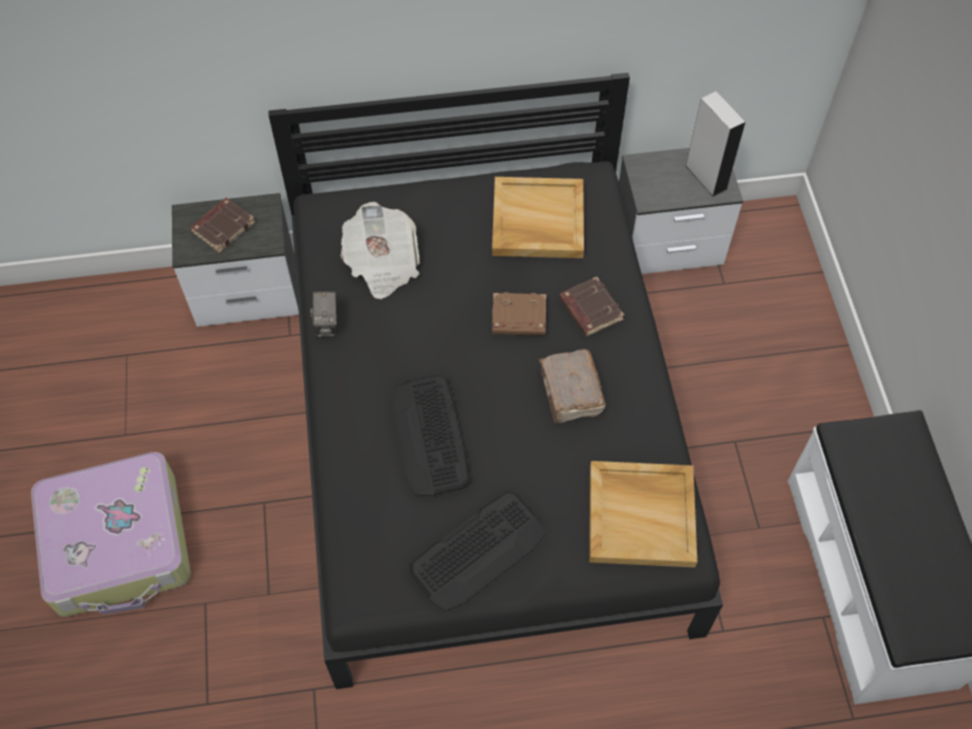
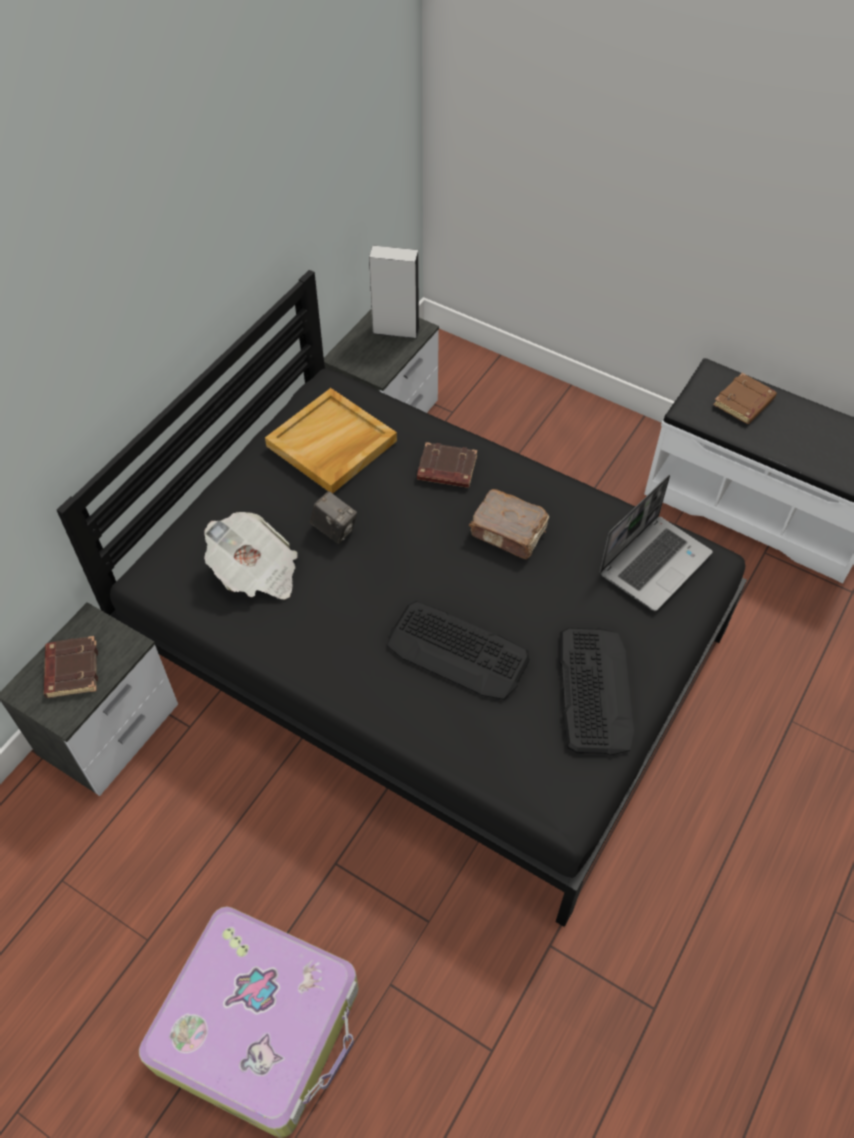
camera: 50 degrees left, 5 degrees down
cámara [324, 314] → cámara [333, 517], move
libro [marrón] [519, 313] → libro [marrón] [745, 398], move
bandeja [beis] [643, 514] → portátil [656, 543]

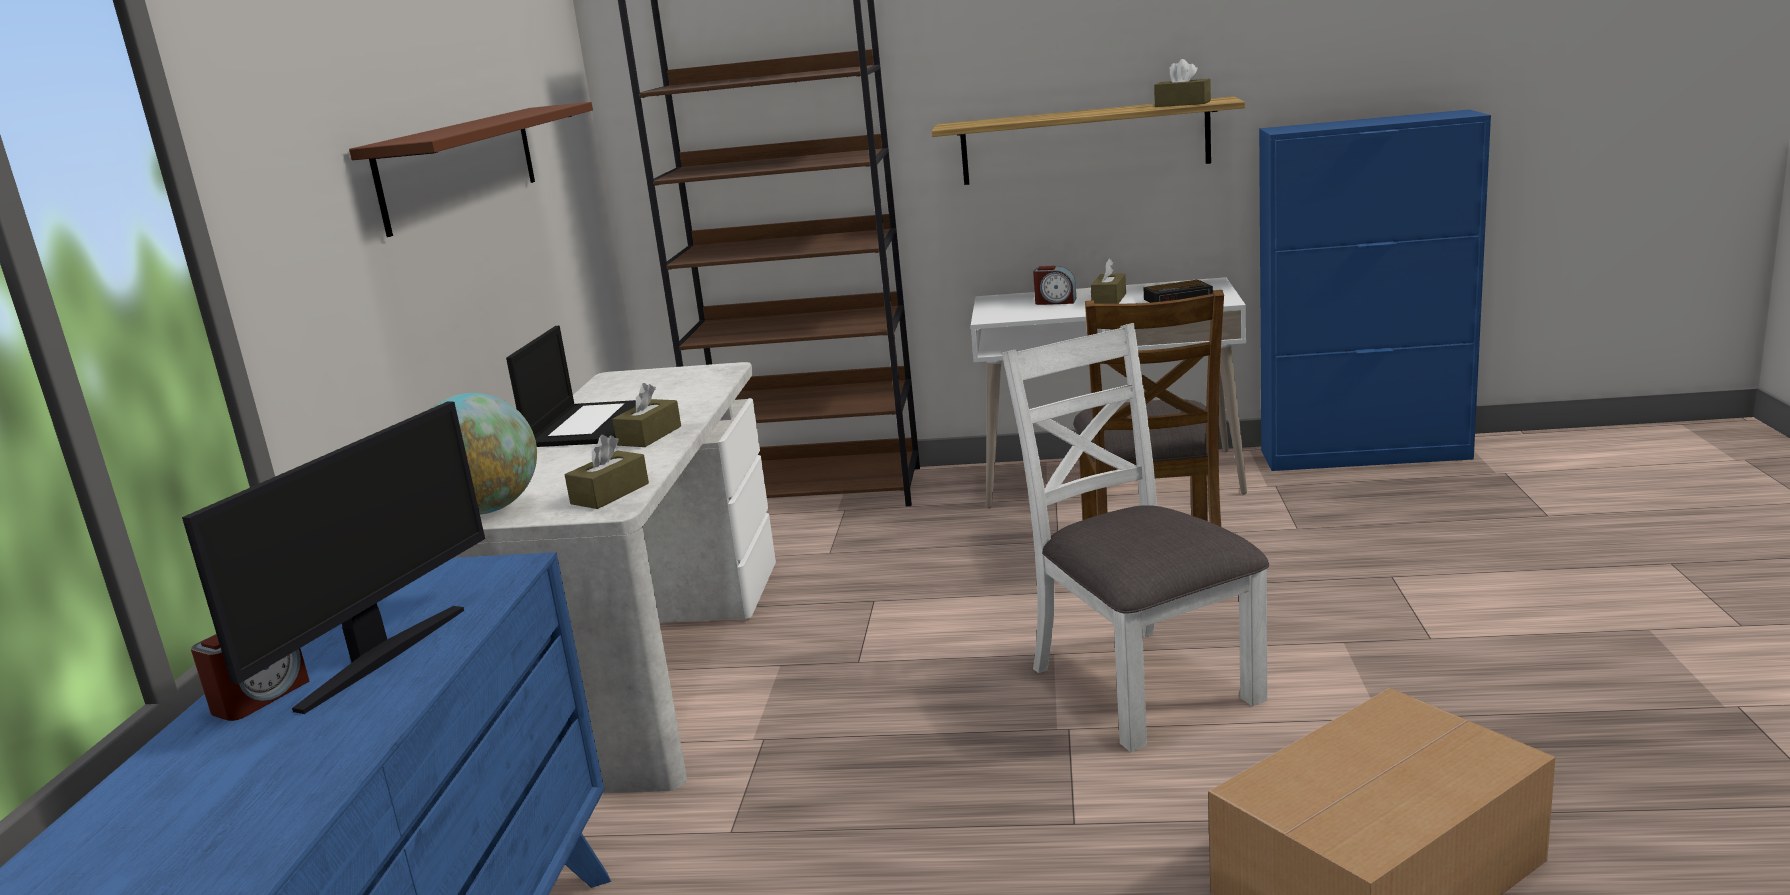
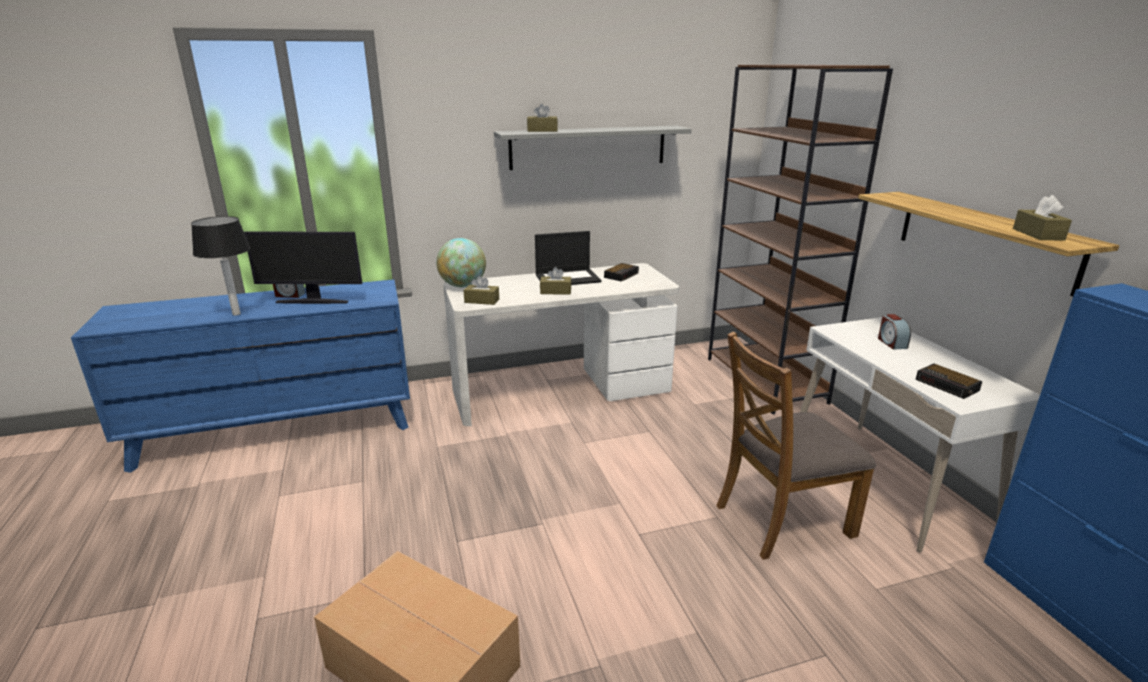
camera: 65 degrees right, 5 degrees up
estante [marrón] [471, 169] → estante [gris] [593, 148]
caja de pañuelos [marrón] [1108, 281] → caja de pañuelos [marrón] [542, 118], move
silla [blanco] [1135, 537] → -
- → lámpara de mesa [220, 266]
- → despertador [621, 272]

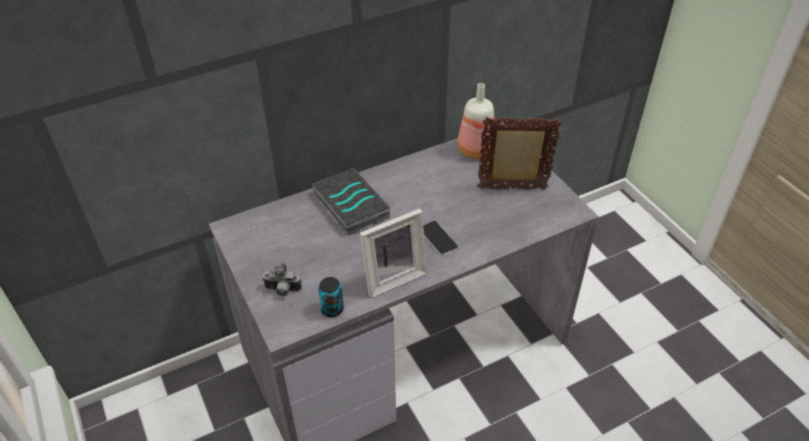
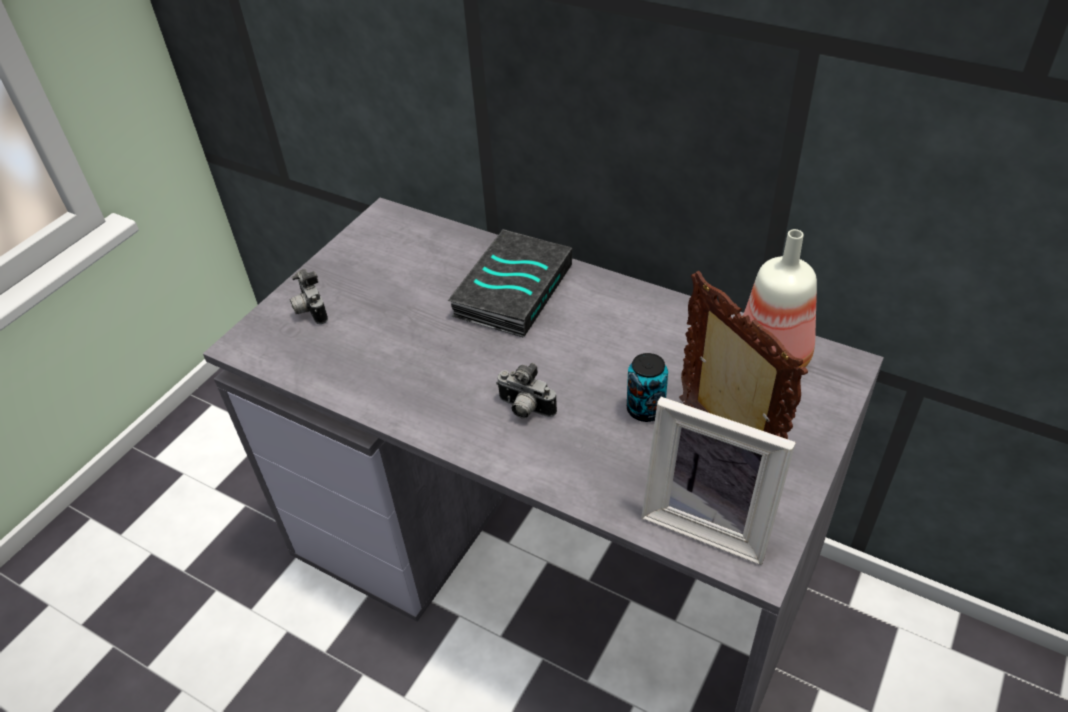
camera: 60 degrees right, 0 degrees up
portarretratos [393, 253] → portarretratos [718, 481], move
móvil [441, 238] → cámara [526, 391]
lata [331, 297] → lata [647, 387], move

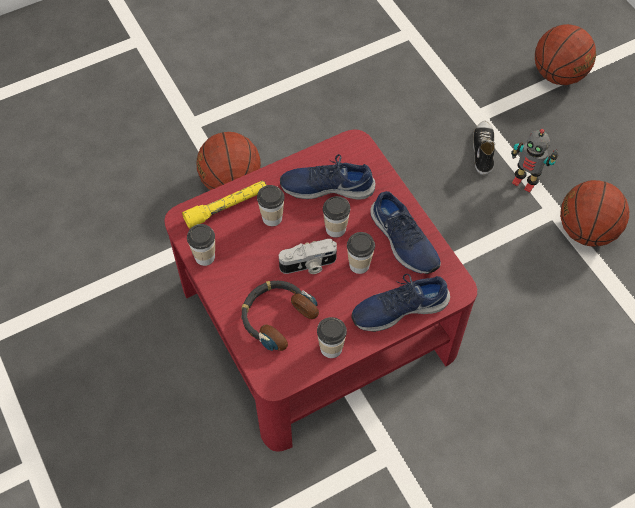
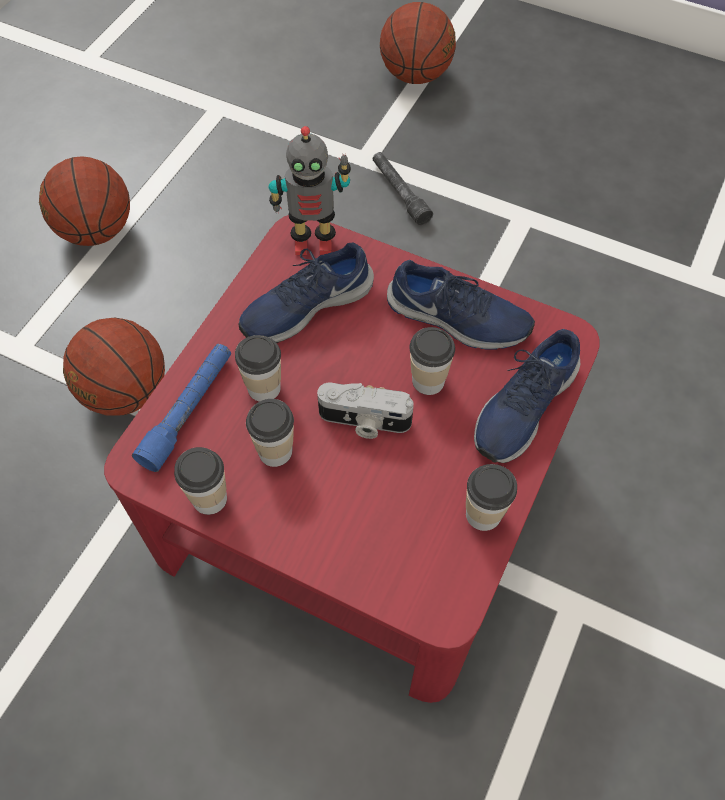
camera: 35 degrees left, 0 degrees up
zapato [484, 148] → linterna [gris] [403, 189]
robot de juguete [534, 160] → robot de juguete [310, 190], move
linterna [amarillo] [224, 204] → linterna [azul] [181, 408]
balón de baloncesto [594, 213] → balón de baloncesto [84, 201], move
taza [336, 217] → taza [270, 433], move
cámara [308, 256] → cámara [365, 411], 60 degrees clockwise
auriculares [280, 316] → -

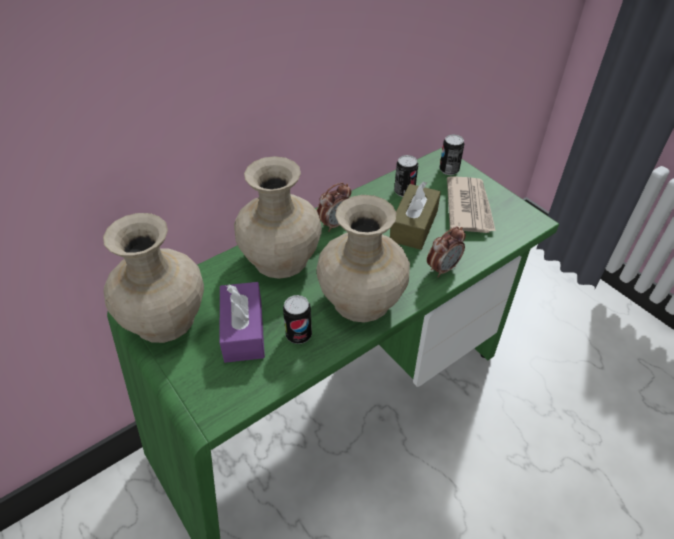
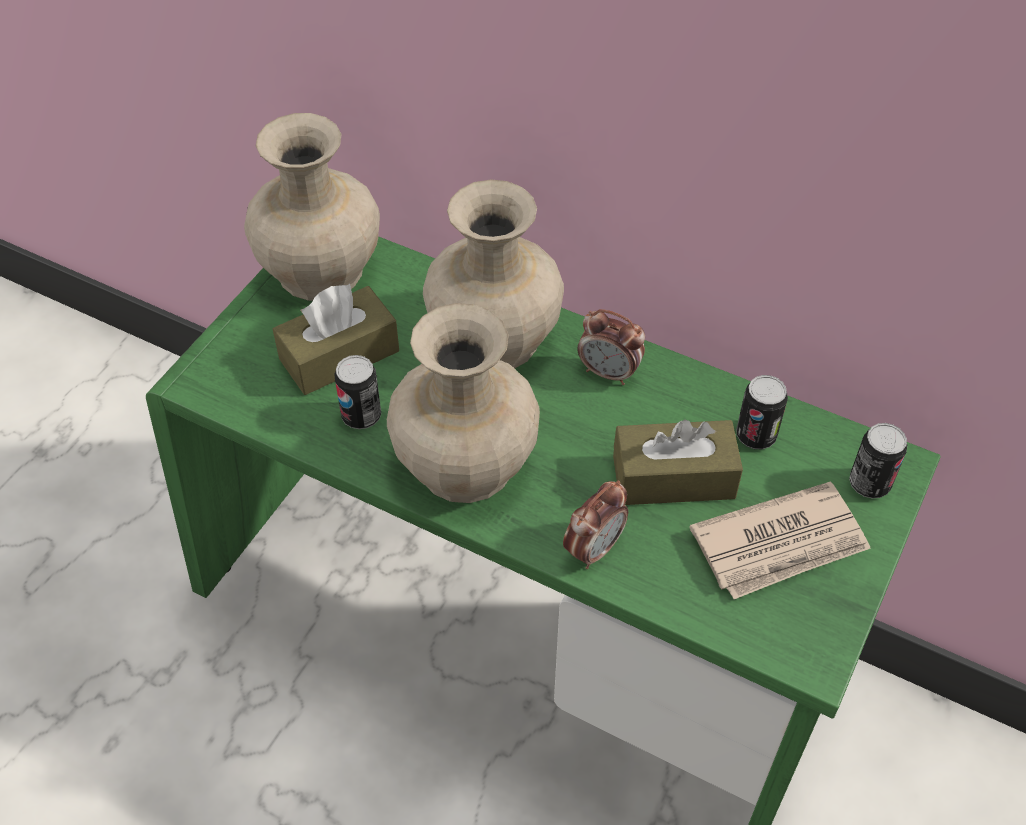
camera: 65 degrees right, 5 degrees up
despertador [446, 252] → despertador [595, 524], 75 degrees counterclockwise
caja de pañuelos [morado] [242, 322] → caja de pañuelos [marrón] [336, 339]

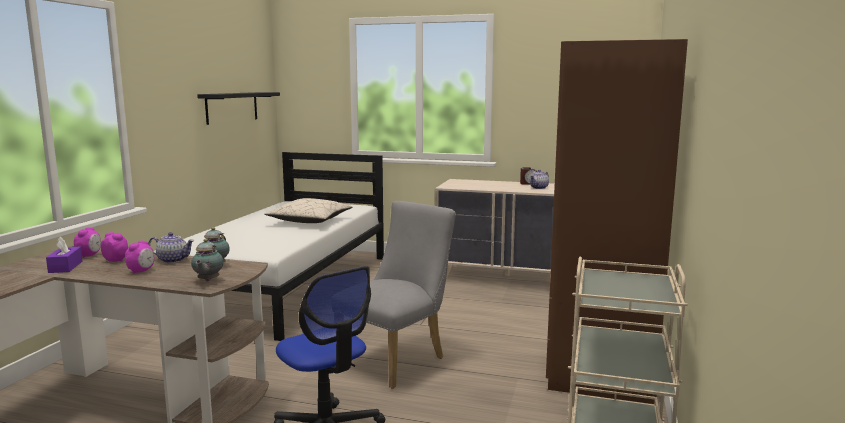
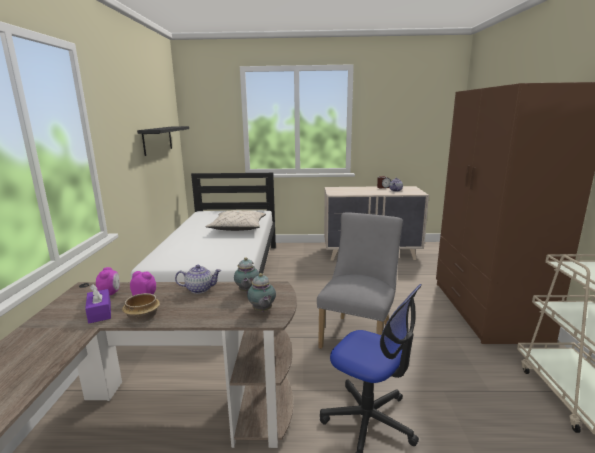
camera: 15 degrees left, 5 degrees up
despertador [139, 257] → -
- → cuenco [141, 308]

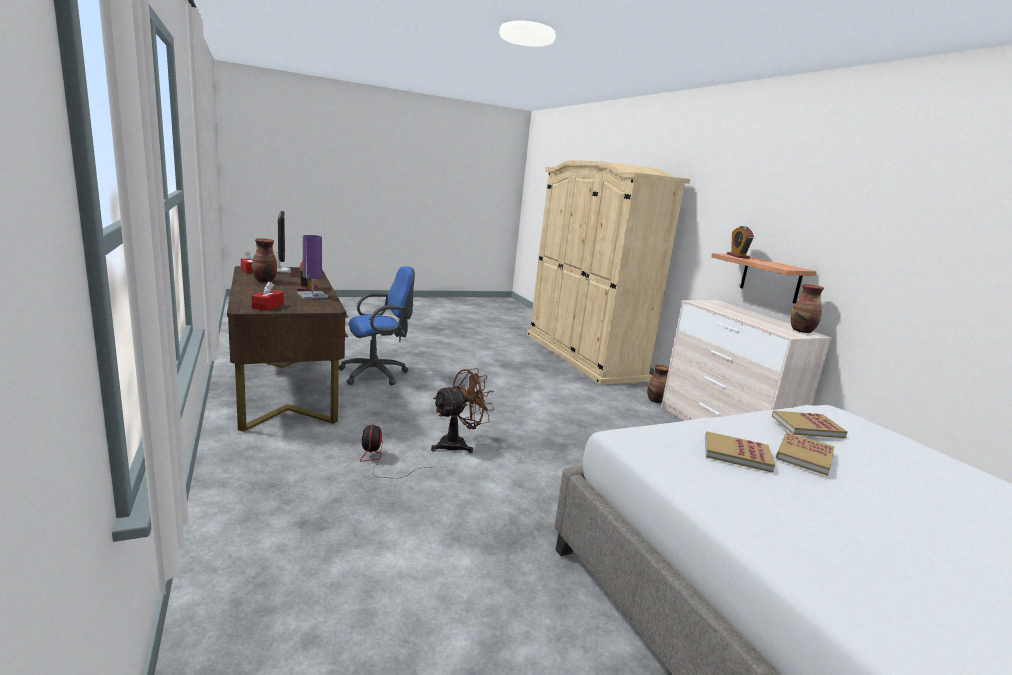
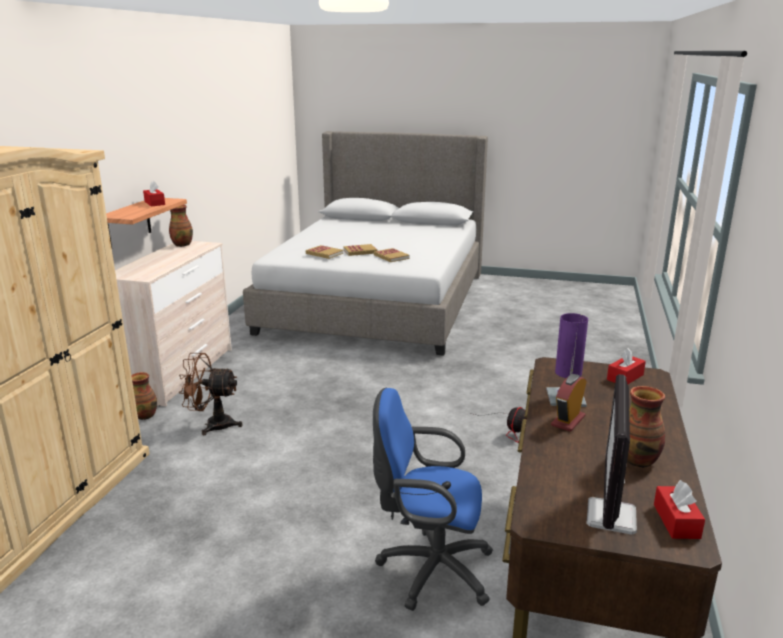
camera: 140 degrees left, 5 degrees up
despertador [740, 242] → -
ventilador [marrón] [462, 410] → ventilador [marrón] [210, 394], move
- → caja de pañuelos [rojo] [154, 193]

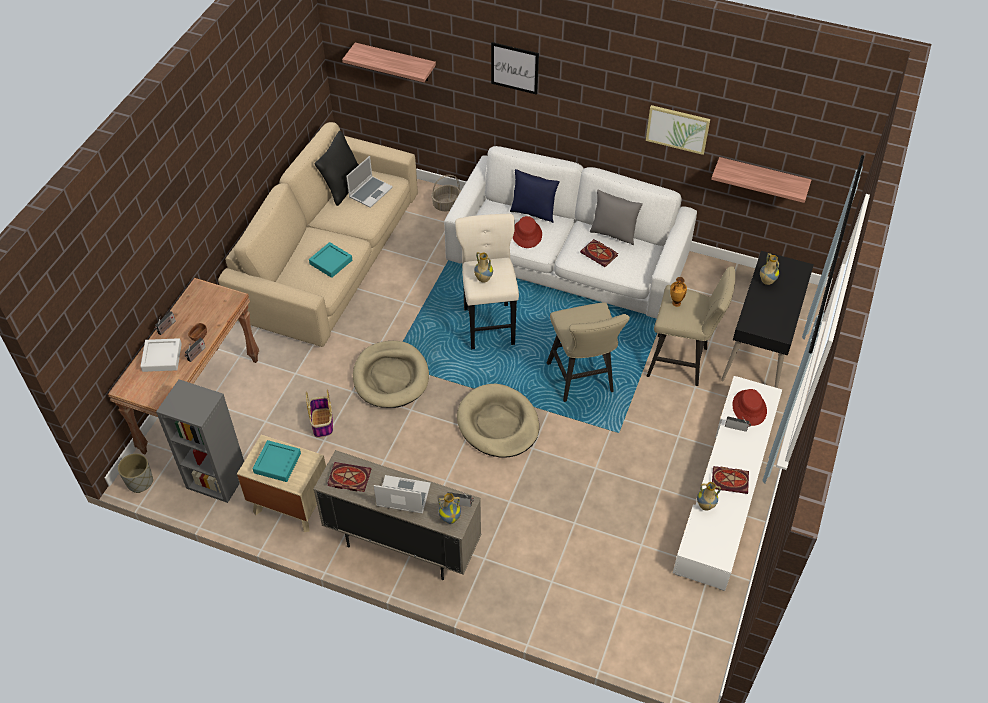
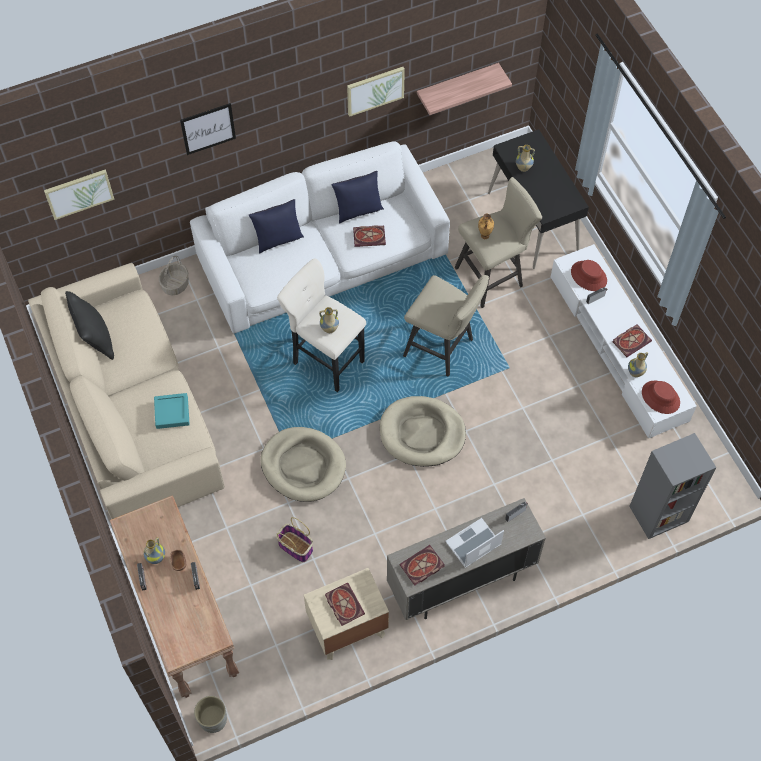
camera: 45 degrees left, 10 degrees up
estante [389, 62] → cuadro [79, 194]
portátil [369, 182] → -
cojín [gris] [616, 218] → cojín [azul] [357, 197]
sombrero [rojo] [527, 232] → sombrero [rojo] [661, 397], move
bandeja [blanco] [161, 355] → -
estantería [gris] [200, 441] → estantería [gris] [672, 486], move
bandeja [turquesa] [277, 461] → libro [345, 604]
florero [449, 508] → florero [154, 550], move

